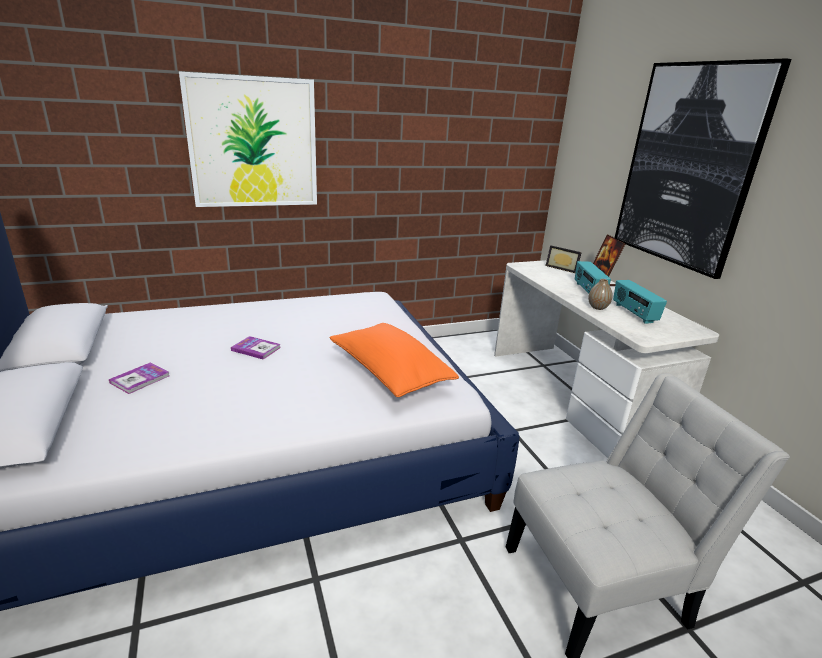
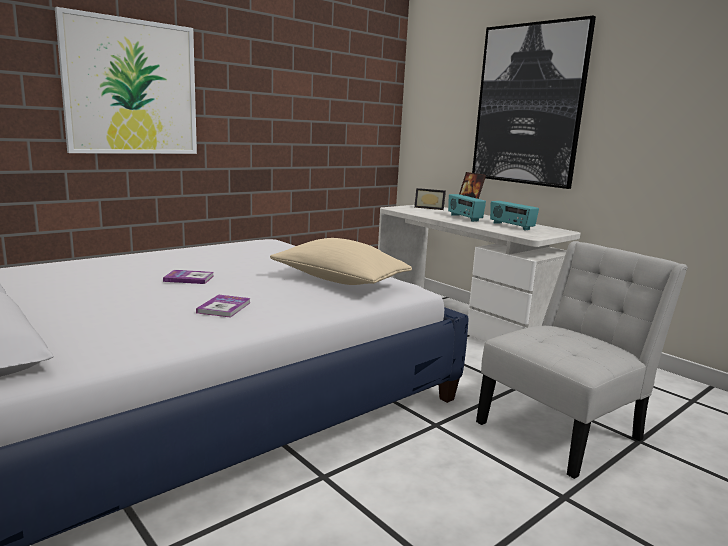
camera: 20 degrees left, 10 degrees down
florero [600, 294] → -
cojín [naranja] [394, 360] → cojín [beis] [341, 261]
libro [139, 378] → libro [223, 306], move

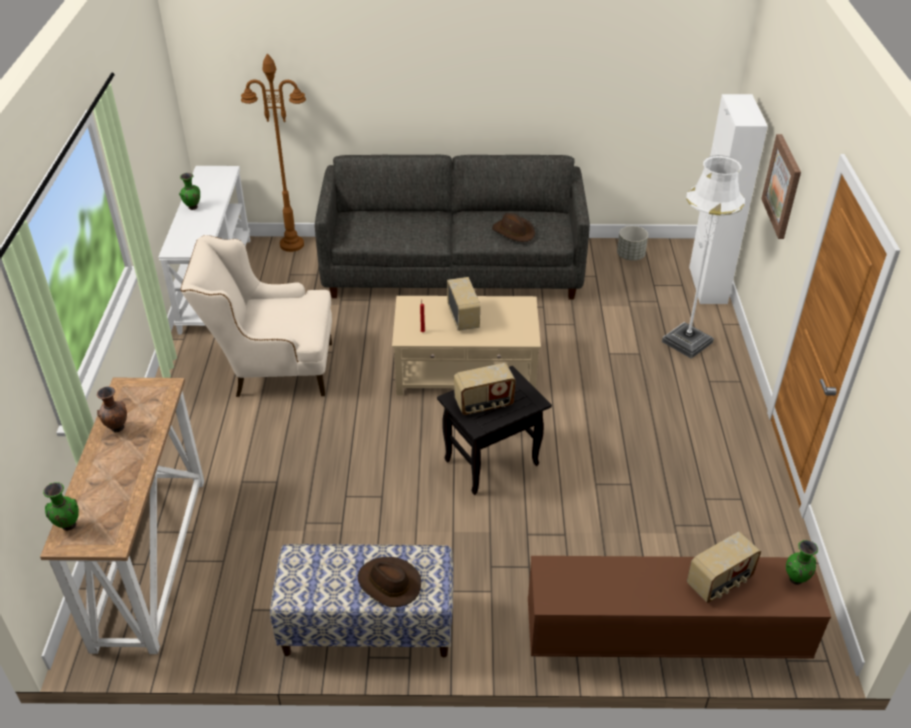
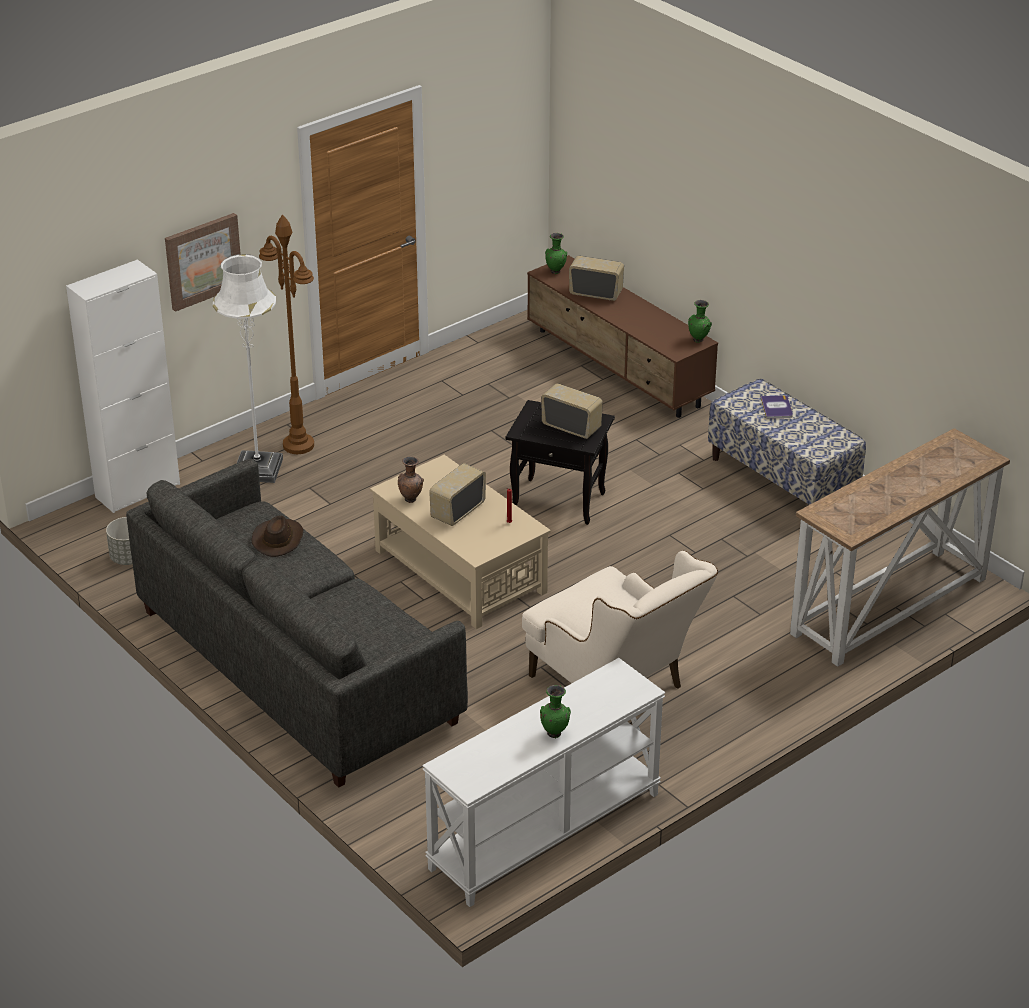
camera: 130 degrees left, 5 degrees down
lámpara de pie [marrón] [273, 152] → lámpara de pie [marrón] [286, 334], move
florero [marrón] [112, 409] → florero [marrón] [411, 479], move
florero [verde] [61, 506] → florero [verde] [700, 321], move
sombrero [marrón] [389, 582] → libro [777, 407]

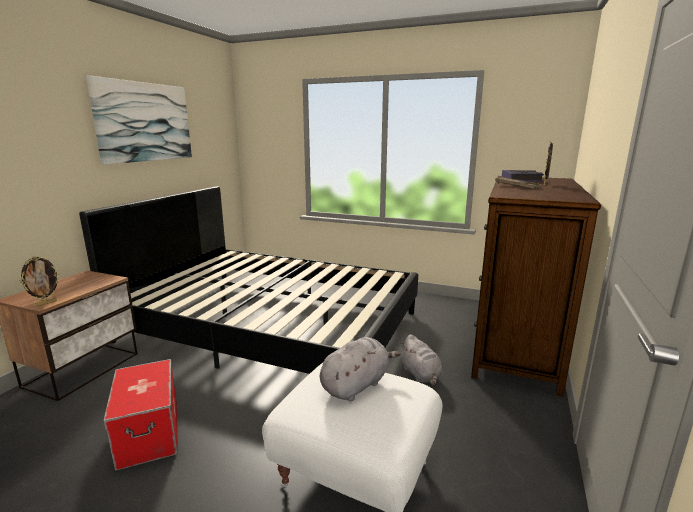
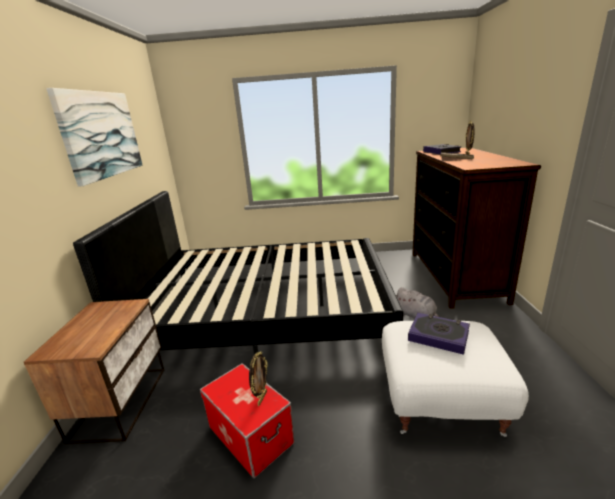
camera: 20 degrees left, 5 degrees up
portarretratos [40, 281] → portarretratos [258, 378], move
peluche [gris] [360, 369] → libro [439, 334]

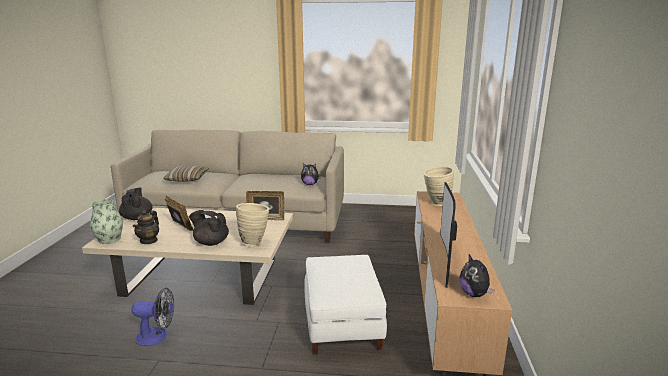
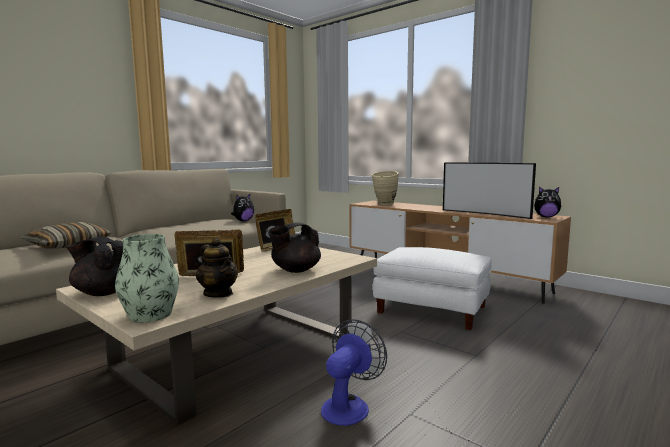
camera: 55 degrees left, 10 degrees down
florero [beis] [252, 224] → -

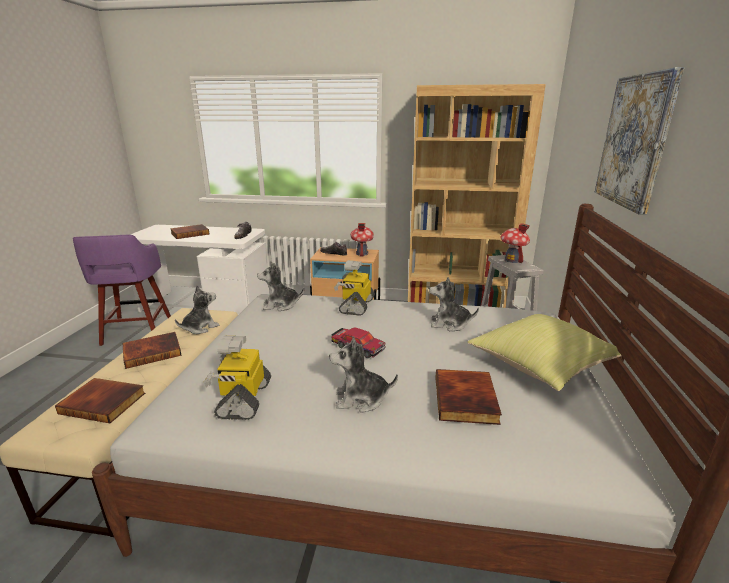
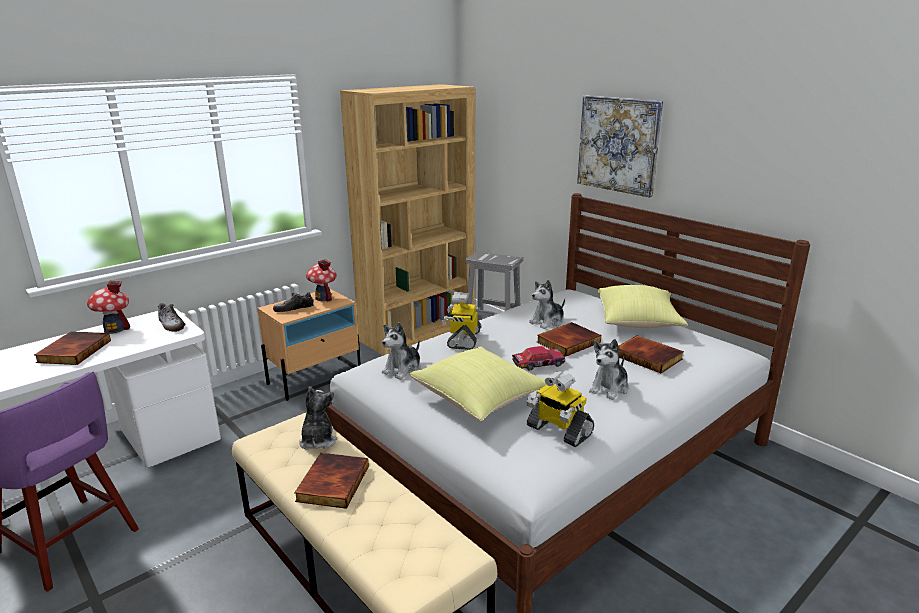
camera: 50 degrees left, 0 degrees up
casita [515, 243] → casita [108, 307], move
robot de juguete [354, 287] → robot de juguete [461, 321], 45 degrees clockwise
libro [100, 400] → libro [569, 339], move
- → cojín [amarillo] [478, 383]

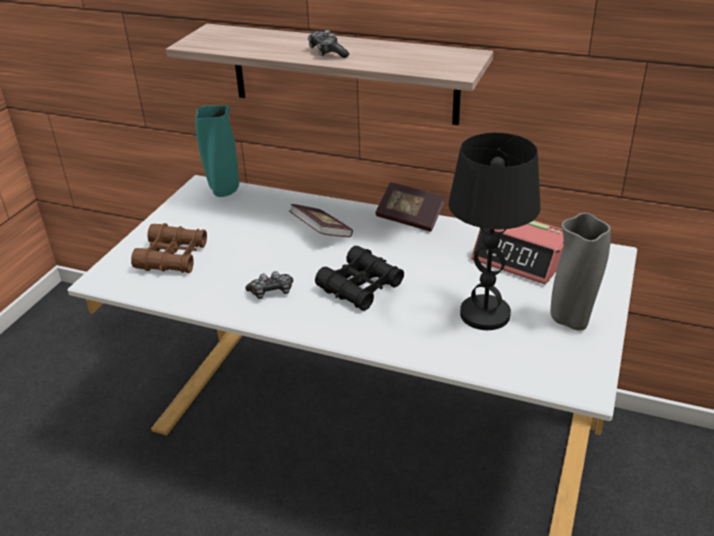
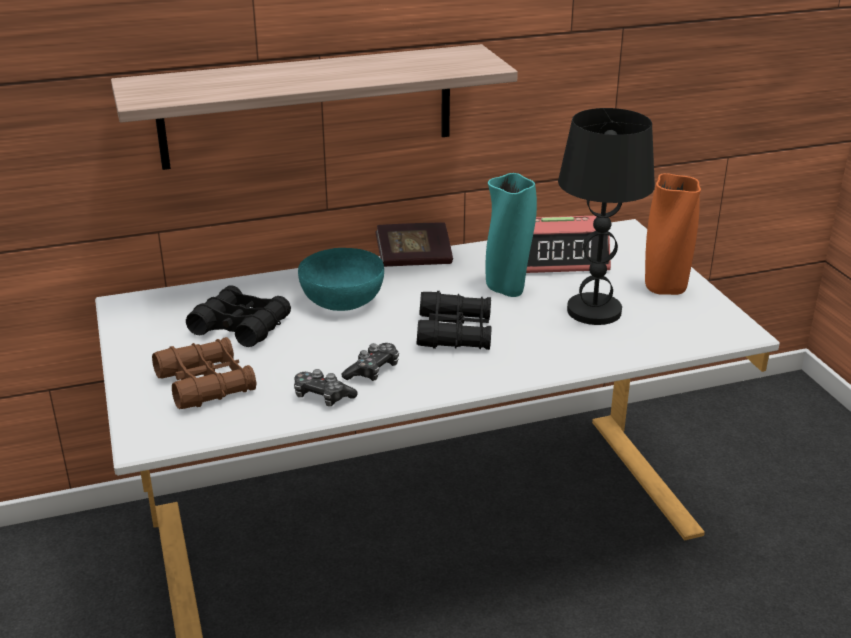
camera: 40 degrees left, 5 degrees down
mando de consola [328, 44] → mando de consola [326, 387], move
florero [turquesa] [217, 151] → florero [turquesa] [511, 235], move
libro [321, 220] → cuenco [turquesa] [341, 279]
florero [gris] [580, 272] → florero [naranja] [673, 234]
- → prismáticos [negro] [238, 316]

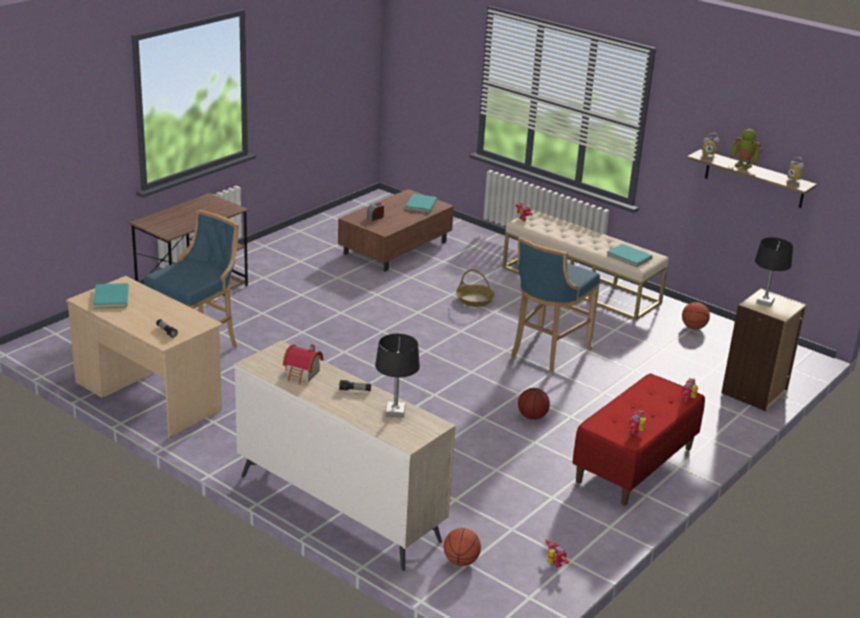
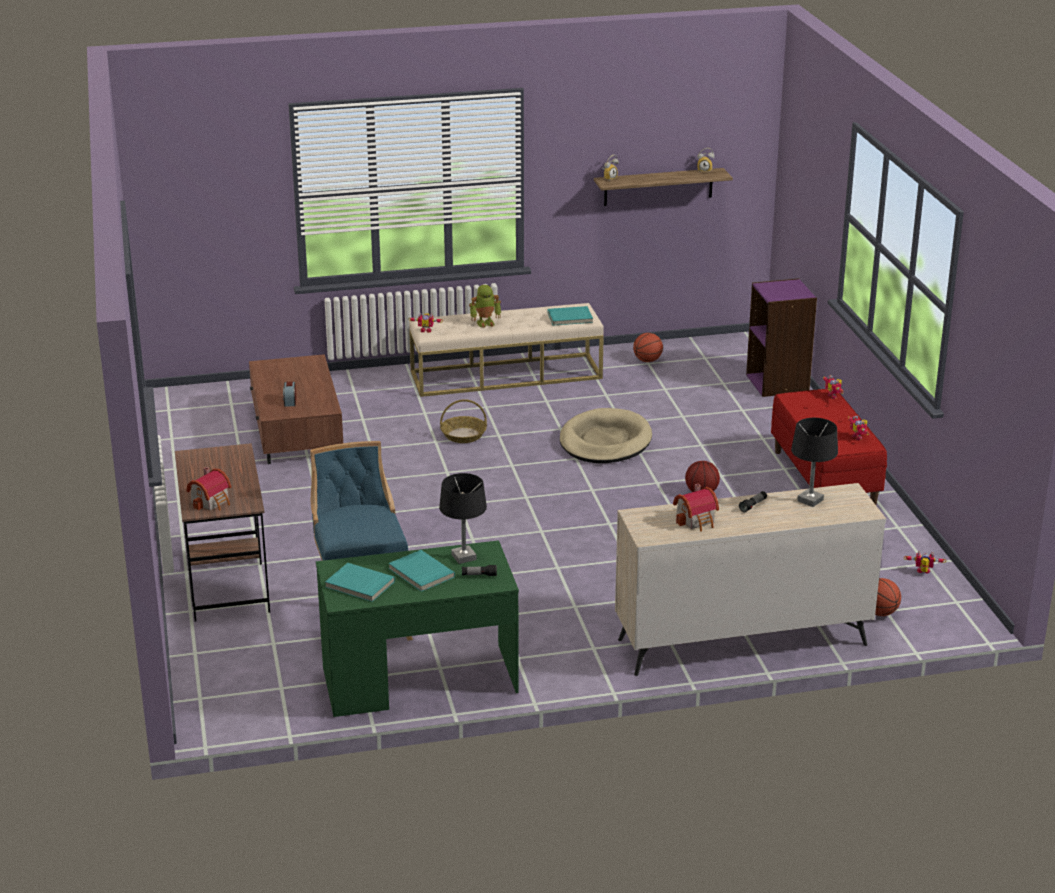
camera: 50 degrees left, 0 degrees up
robot de juguete [746, 149] → robot de juguete [485, 306], move
libro [turquesa] [421, 203] → libro [turquesa] [421, 571], move
taburete [azul] [555, 305] → cama para perro [beis] [606, 435]
lámpara de mesa [negro] [774, 272] → lámpara de mesa [negro] [463, 518], move
escritorio [beis] [144, 356] → escritorio [verde] [417, 628]
estantería [beis] [763, 350] → estantería [morado] [781, 337]
- → casita [208, 489]

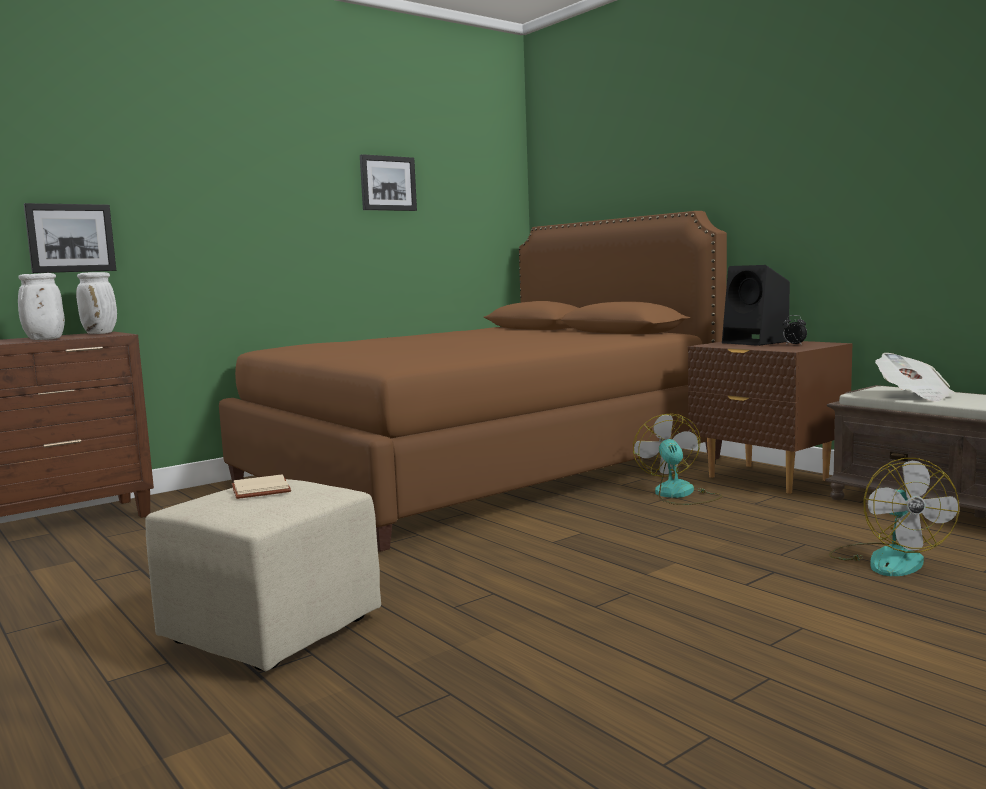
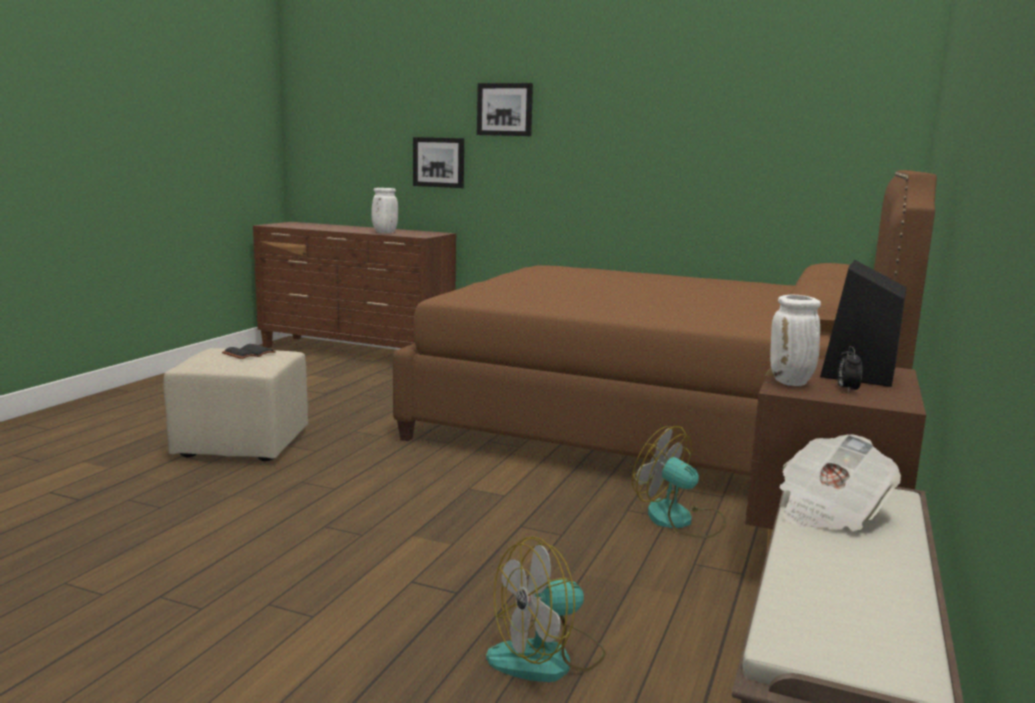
camera: 60 degrees right, 5 degrees up
cuadro [388, 182] → cuadro [505, 109], move
florero [blanco] [96, 303] → florero [blanco] [795, 340], move
ventilador [677, 459] → ventilador [679, 482], 105 degrees counterclockwise
libro [beis] [261, 486] → libro [negro] [249, 351]

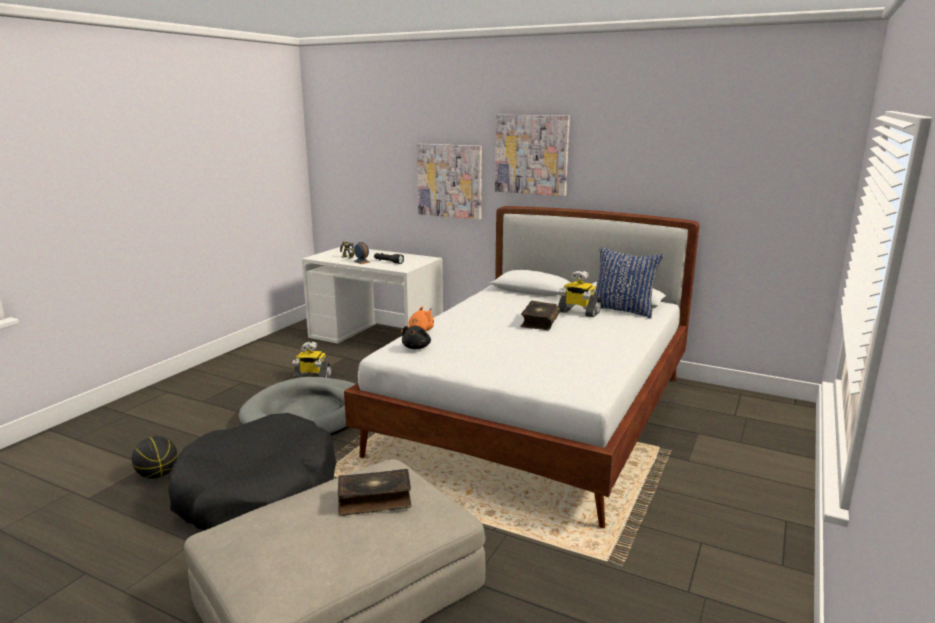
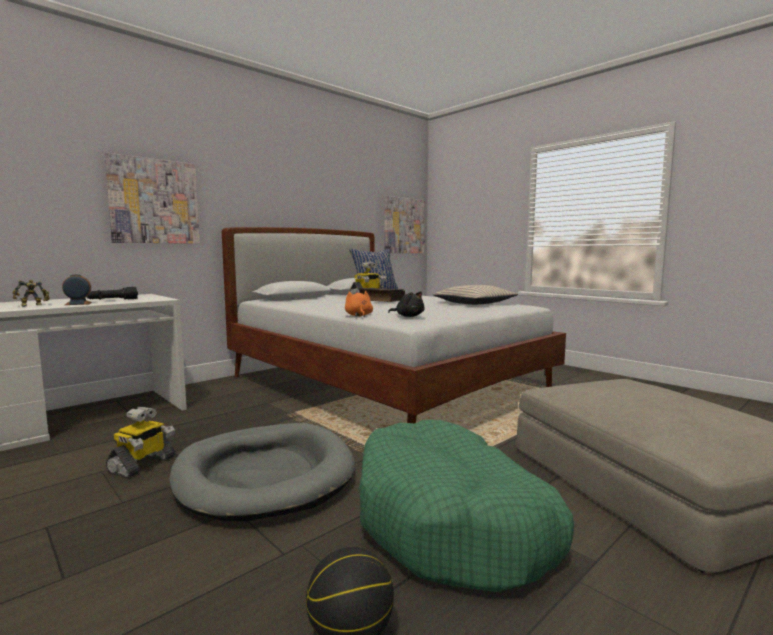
camera: 70 degrees left, 10 degrees down
cuadro [532, 155] → cuadro [405, 224], move
cama para perro [negro] [252, 471] → cama para perro [verde] [466, 506]
libro [374, 492] → -
- → cojín [beis] [475, 295]

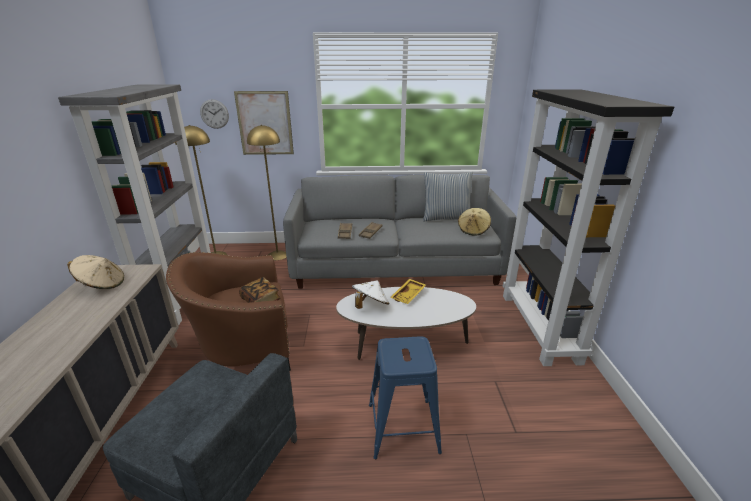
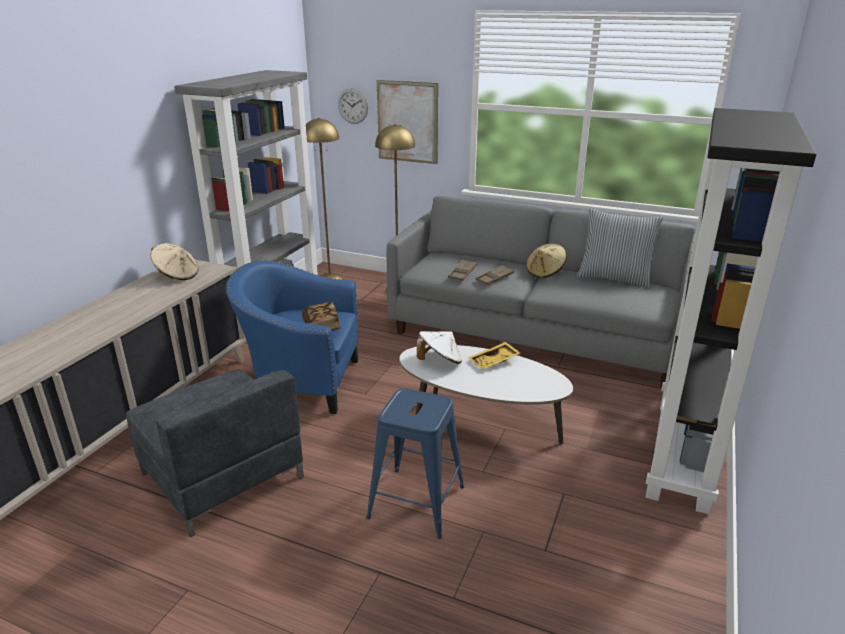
camera: 25 degrees right, 0 degrees up
sombrero [beis] [474, 222] → sombrero [beis] [546, 260], move
sillón [marrón] [228, 311] → sillón [azul] [292, 337]

